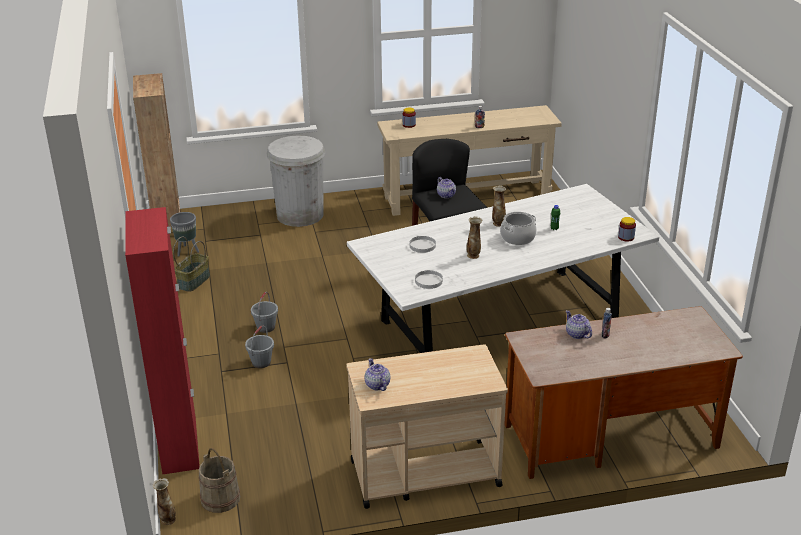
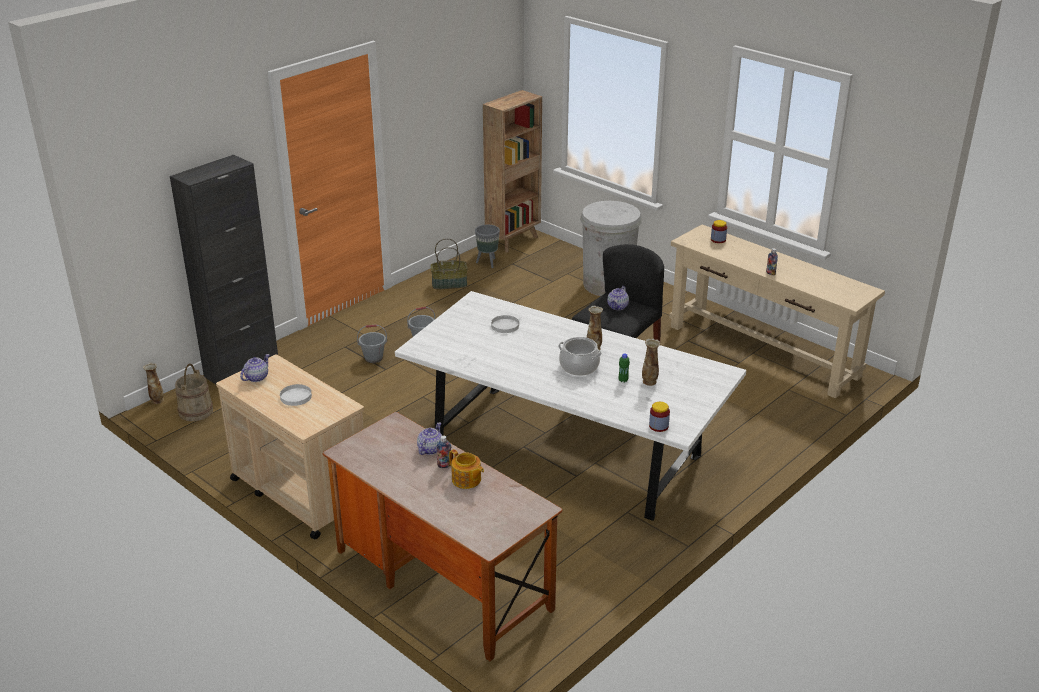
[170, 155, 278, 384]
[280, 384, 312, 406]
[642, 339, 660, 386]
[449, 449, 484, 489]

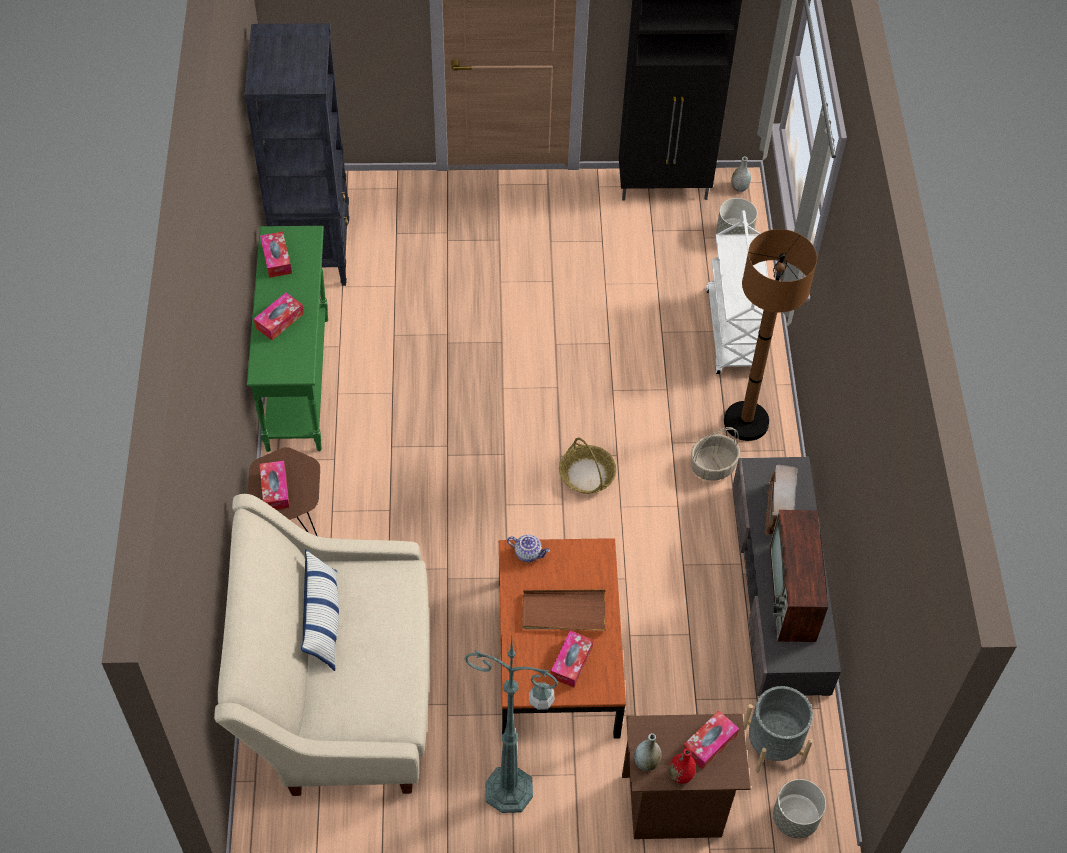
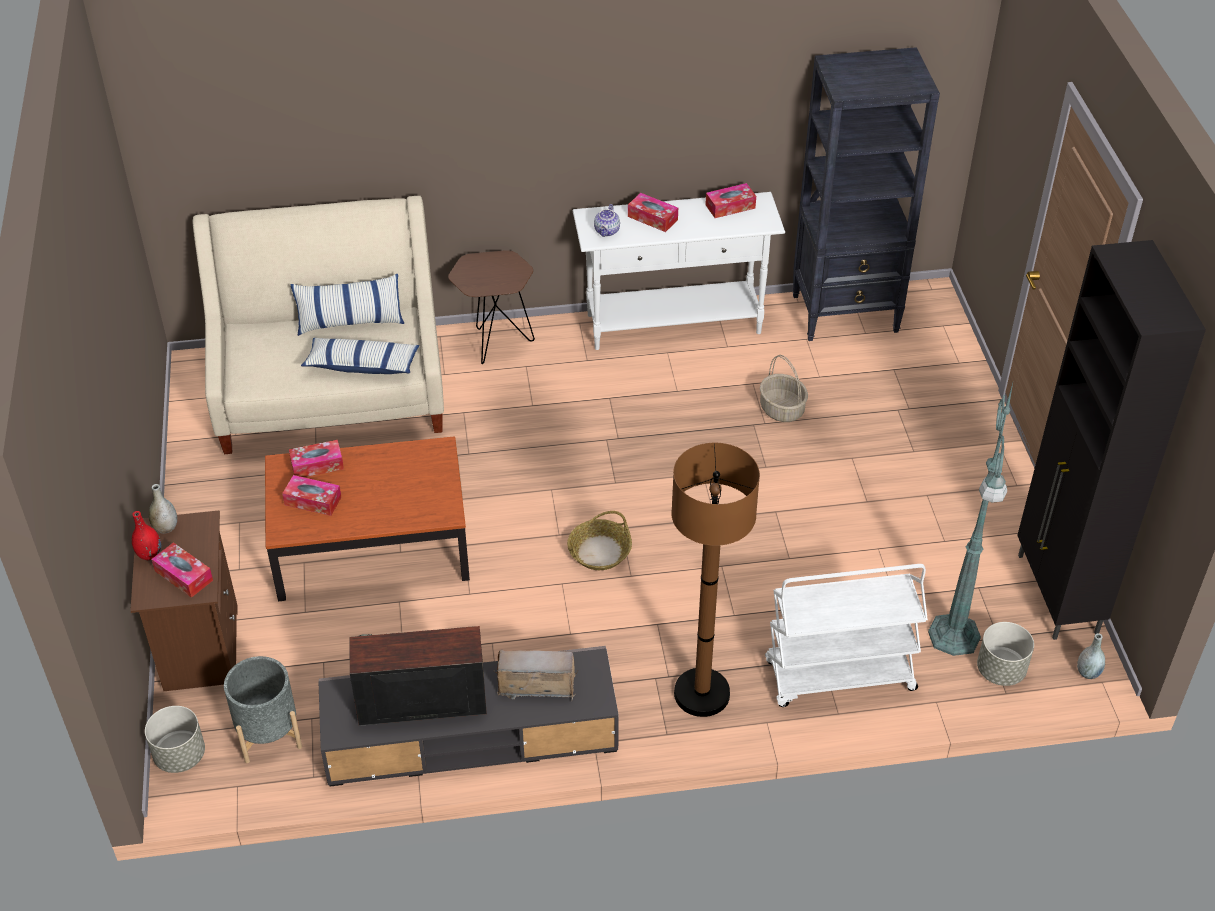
[573, 192, 785, 350]
[289, 440, 344, 477]
[928, 383, 1013, 656]
[594, 204, 620, 237]
[522, 589, 606, 631] (first image)
[760, 355, 808, 422]
[301, 338, 419, 374]

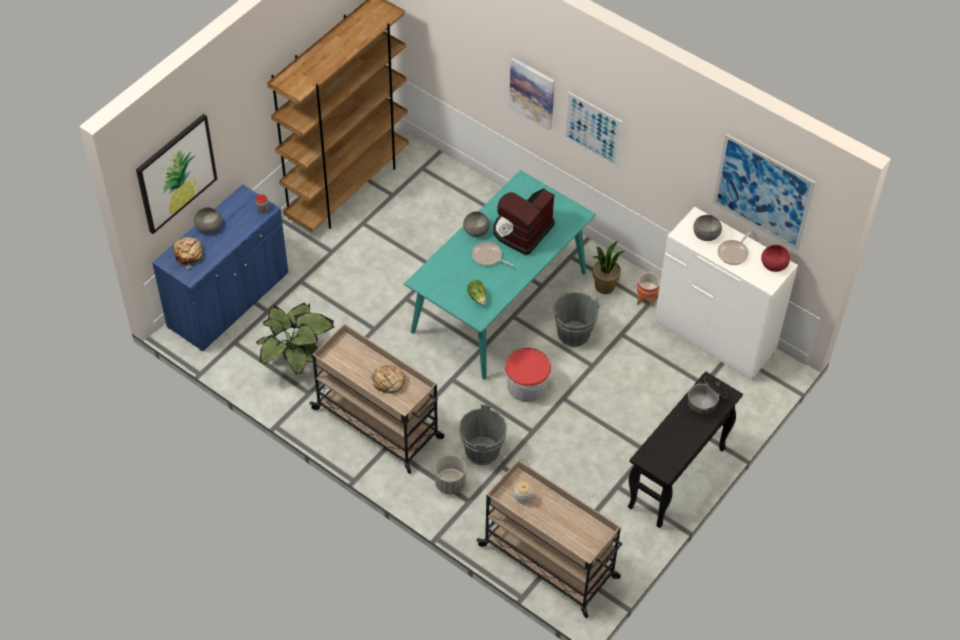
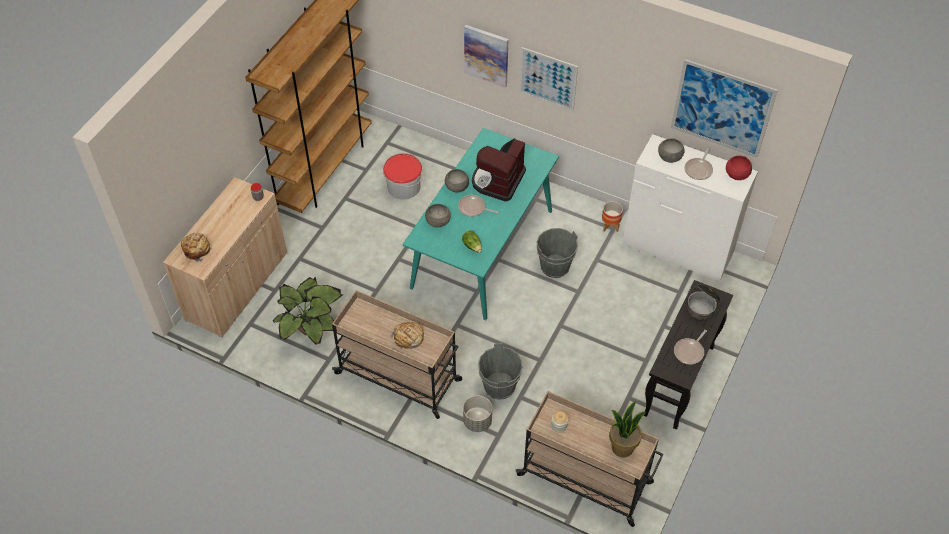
[136, 114, 217, 234] (first image)
[163, 177, 287, 337]
[425, 204, 451, 227]
[383, 153, 422, 200]
[609, 401, 647, 457]
[674, 330, 707, 365]

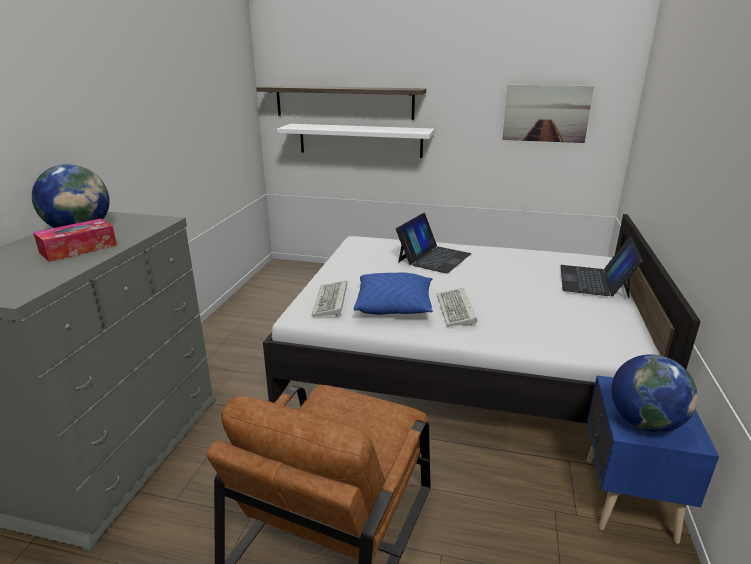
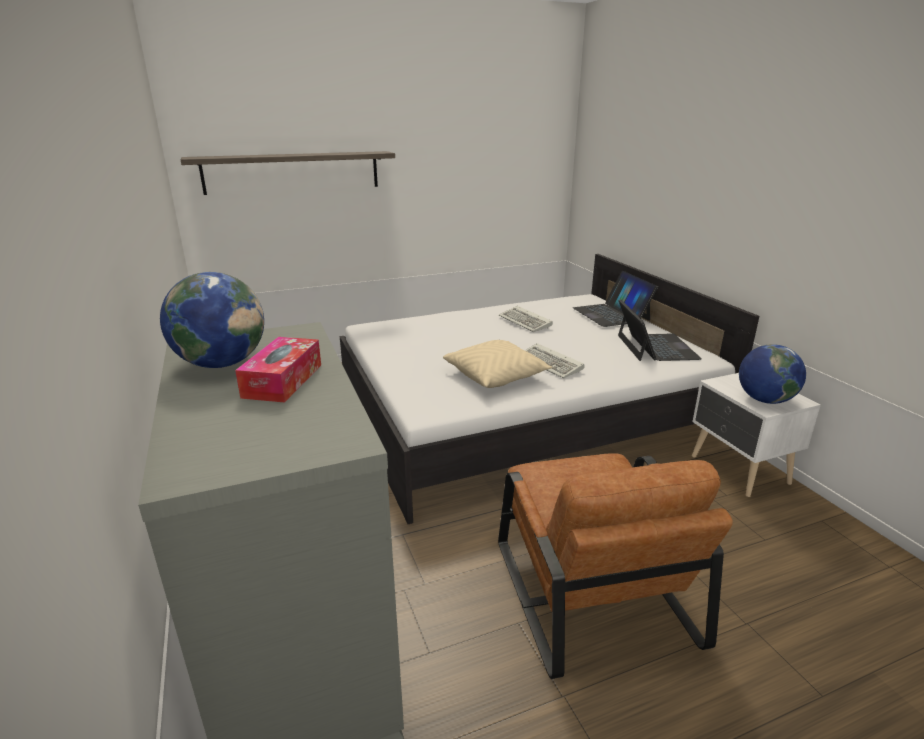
[277, 124, 435, 158] (first image)
[499, 306, 553, 332]
[443, 340, 553, 388]
[618, 299, 702, 361]
[502, 84, 594, 143] (first image)
[692, 373, 821, 497]

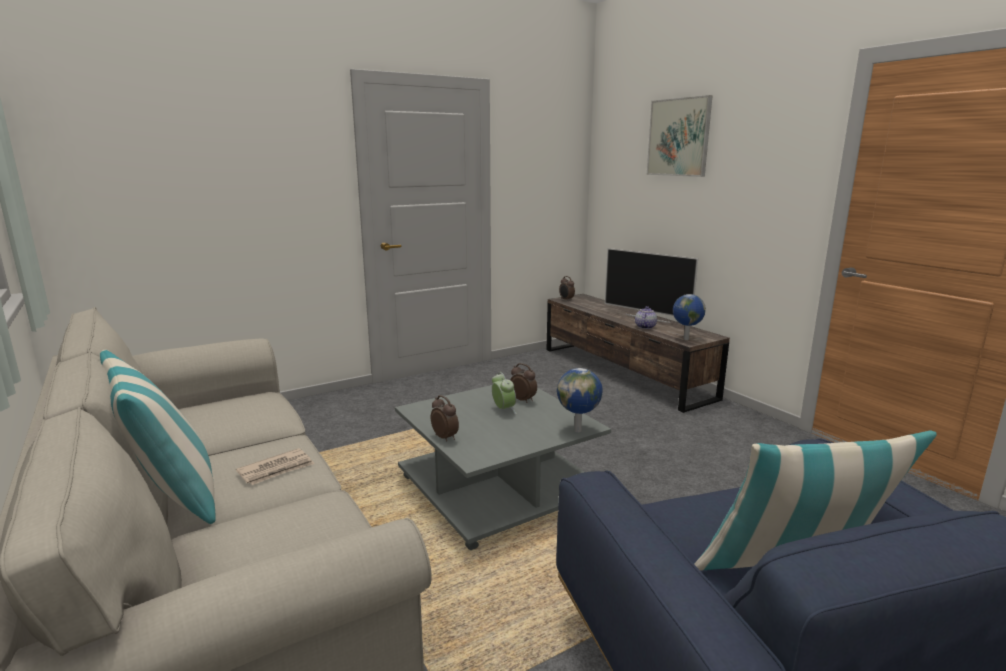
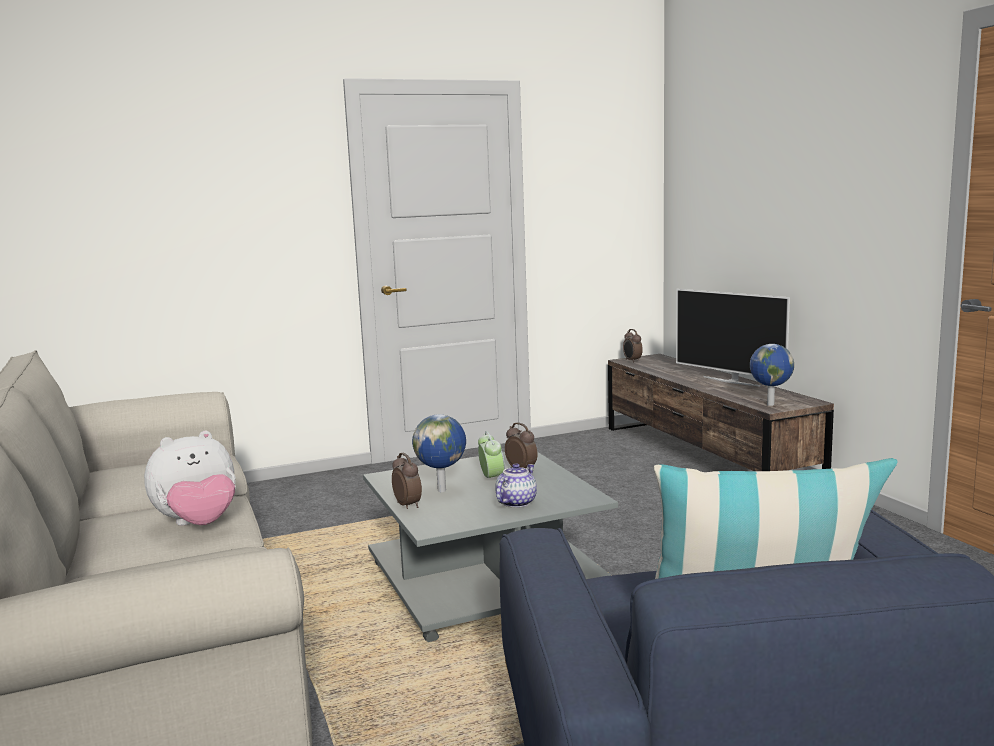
[100, 350, 216, 524] (first image)
[144, 430, 236, 526]
[412, 414, 466, 492]
[495, 463, 537, 508]
[647, 95, 713, 177] (first image)

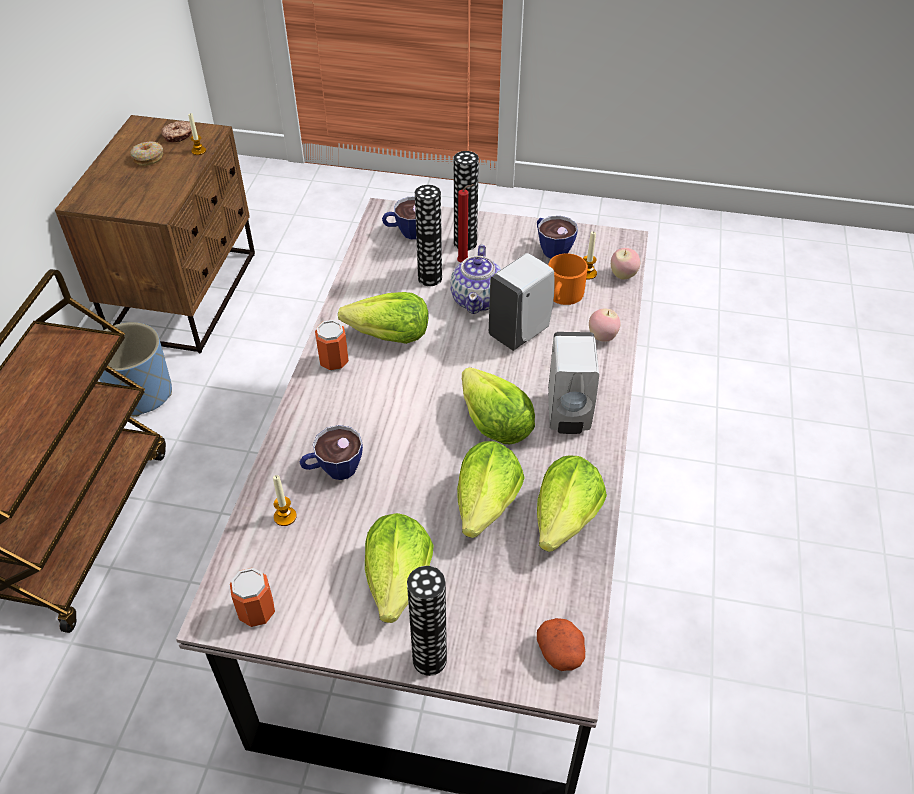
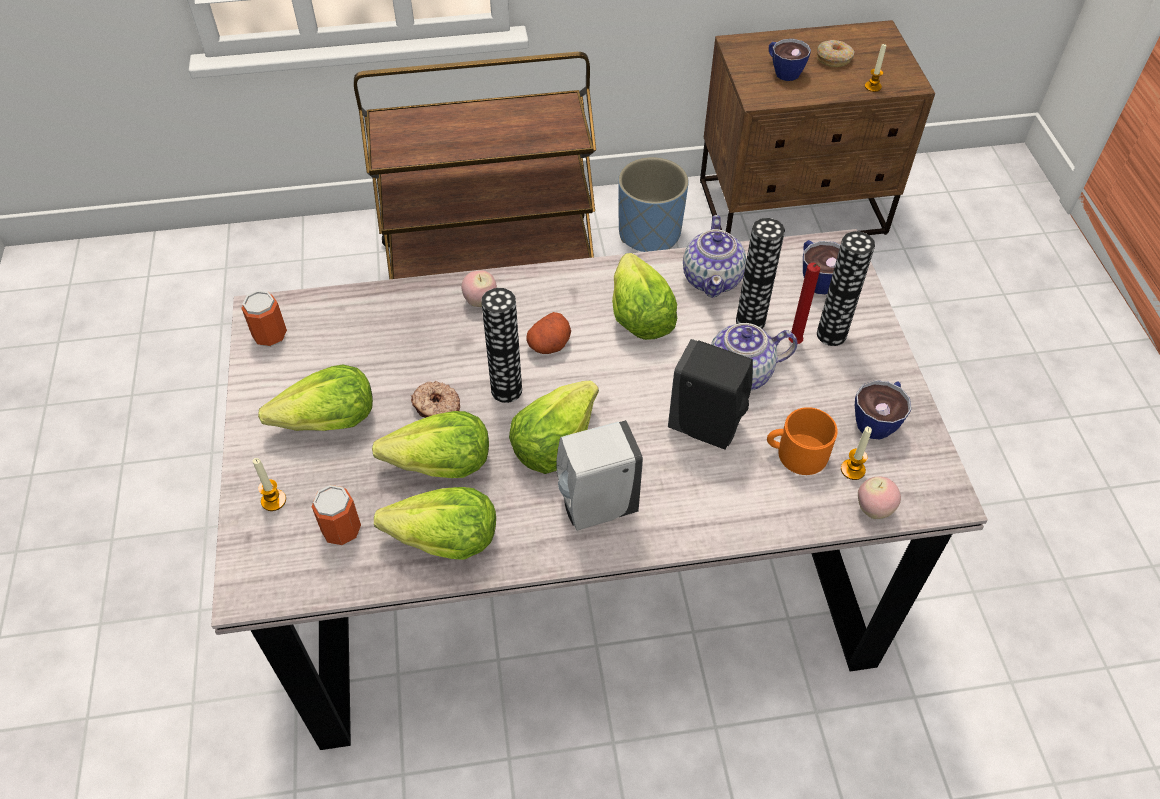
[411, 381, 460, 418]
[253, 458, 286, 511]
[769, 39, 811, 81]
[311, 485, 361, 545]
[481, 288, 522, 403]
[668, 339, 753, 450]
[526, 312, 571, 354]
[461, 271, 497, 307]
[683, 215, 747, 298]

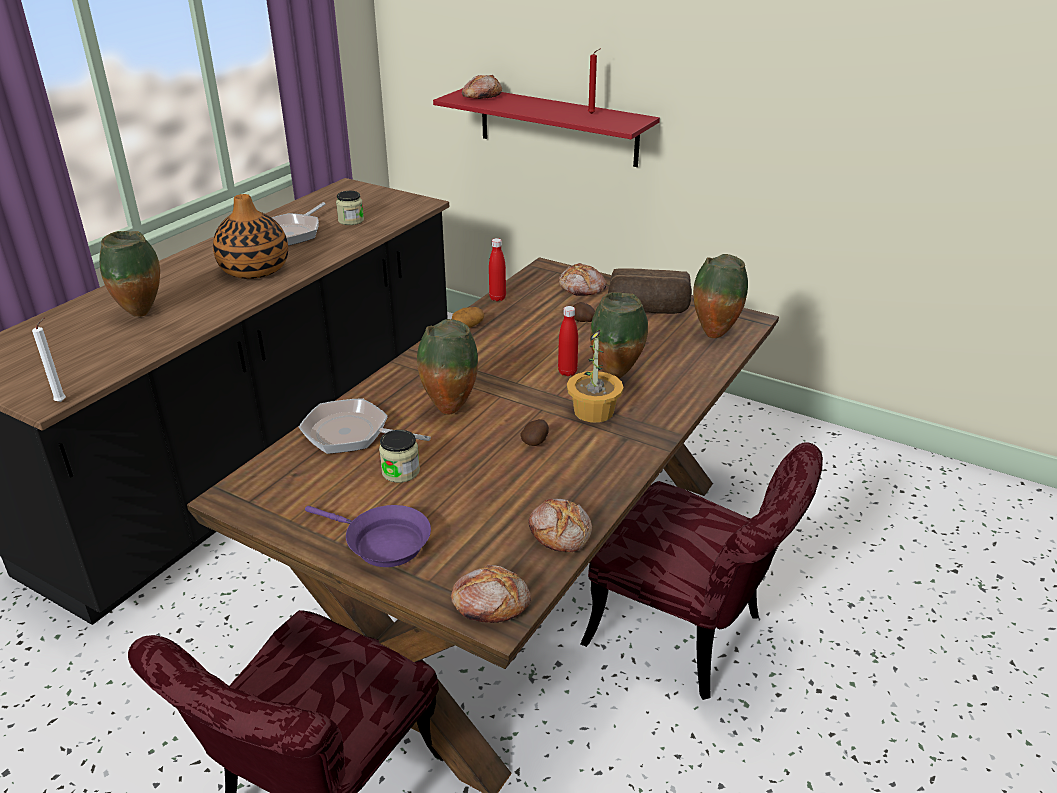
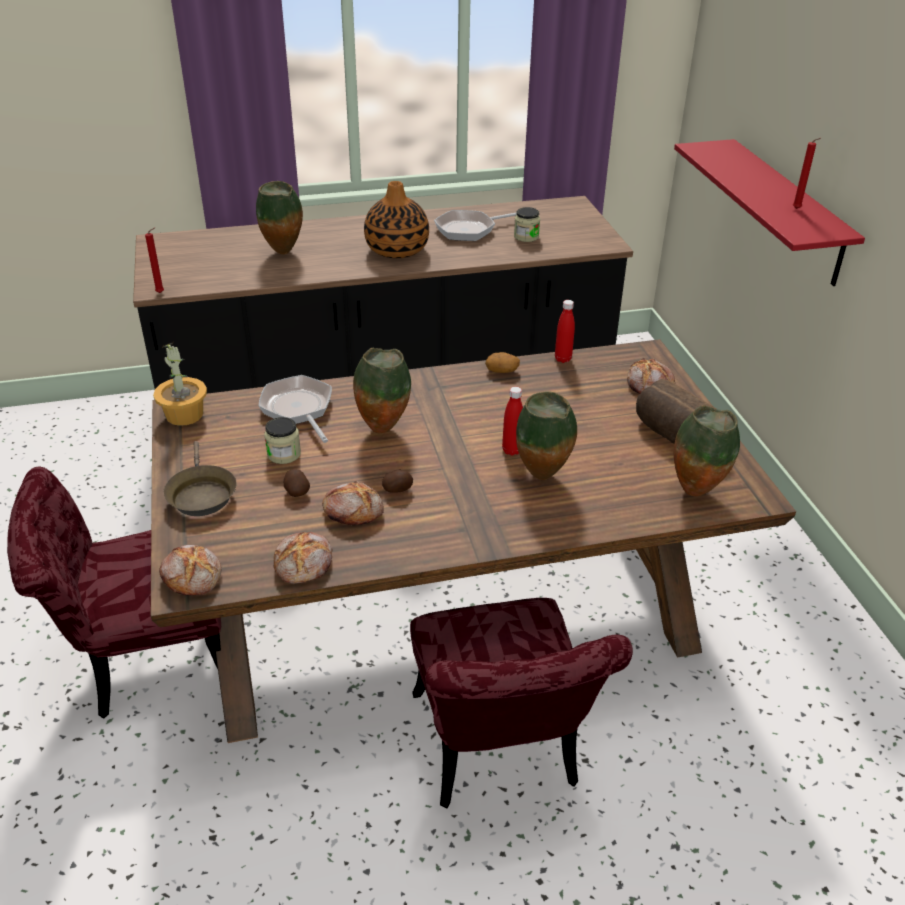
[145, 227, 164, 293]
[164, 441, 237, 516]
[322, 481, 384, 525]
[153, 342, 207, 426]
[284, 469, 310, 497]

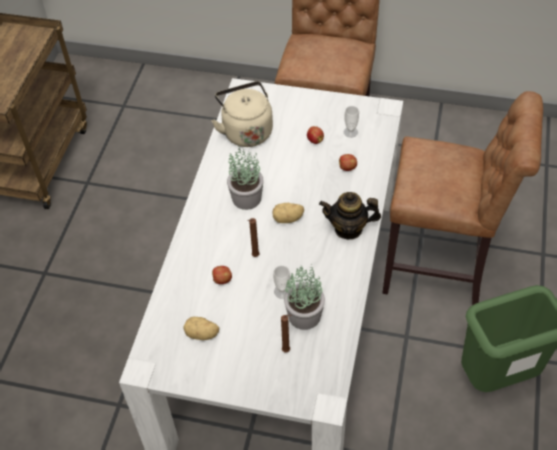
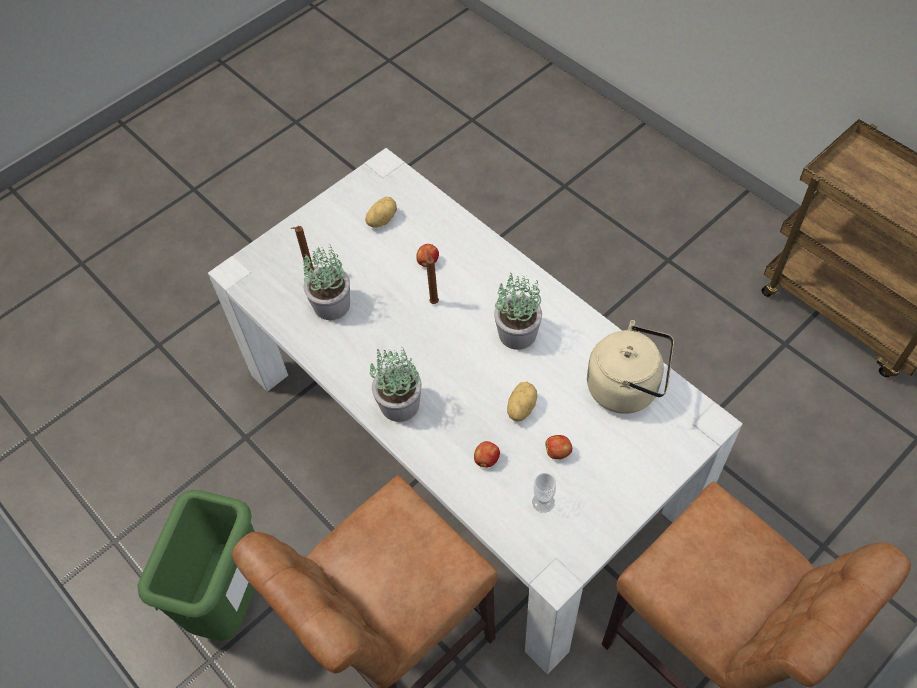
[507, 382, 537, 421]
[273, 266, 290, 299] (first image)
[369, 347, 422, 422]

